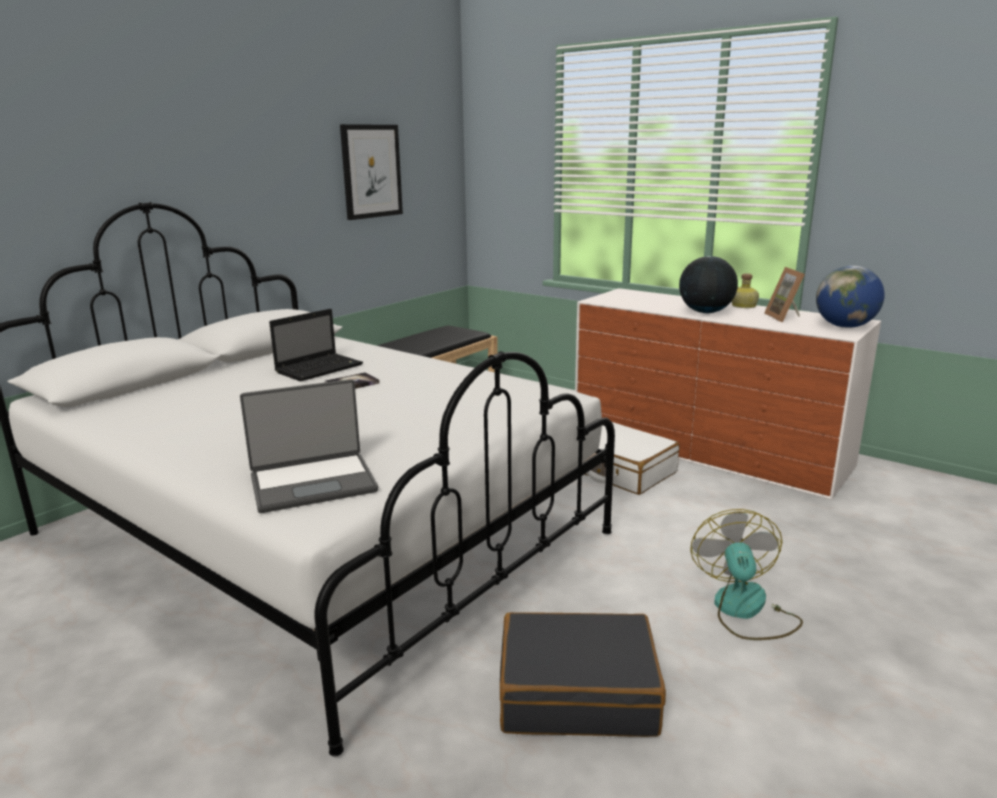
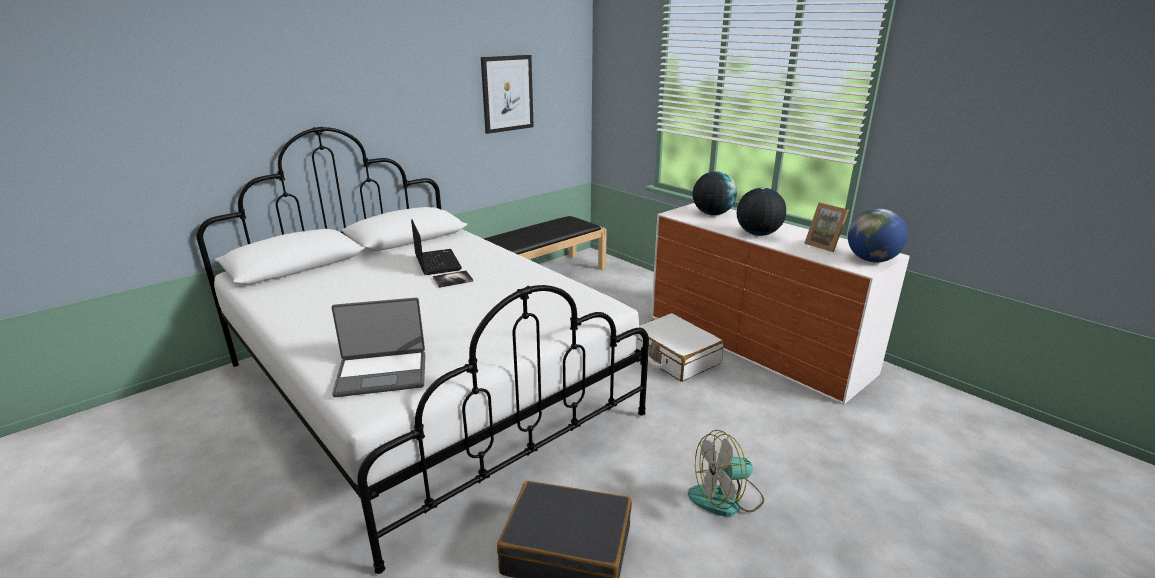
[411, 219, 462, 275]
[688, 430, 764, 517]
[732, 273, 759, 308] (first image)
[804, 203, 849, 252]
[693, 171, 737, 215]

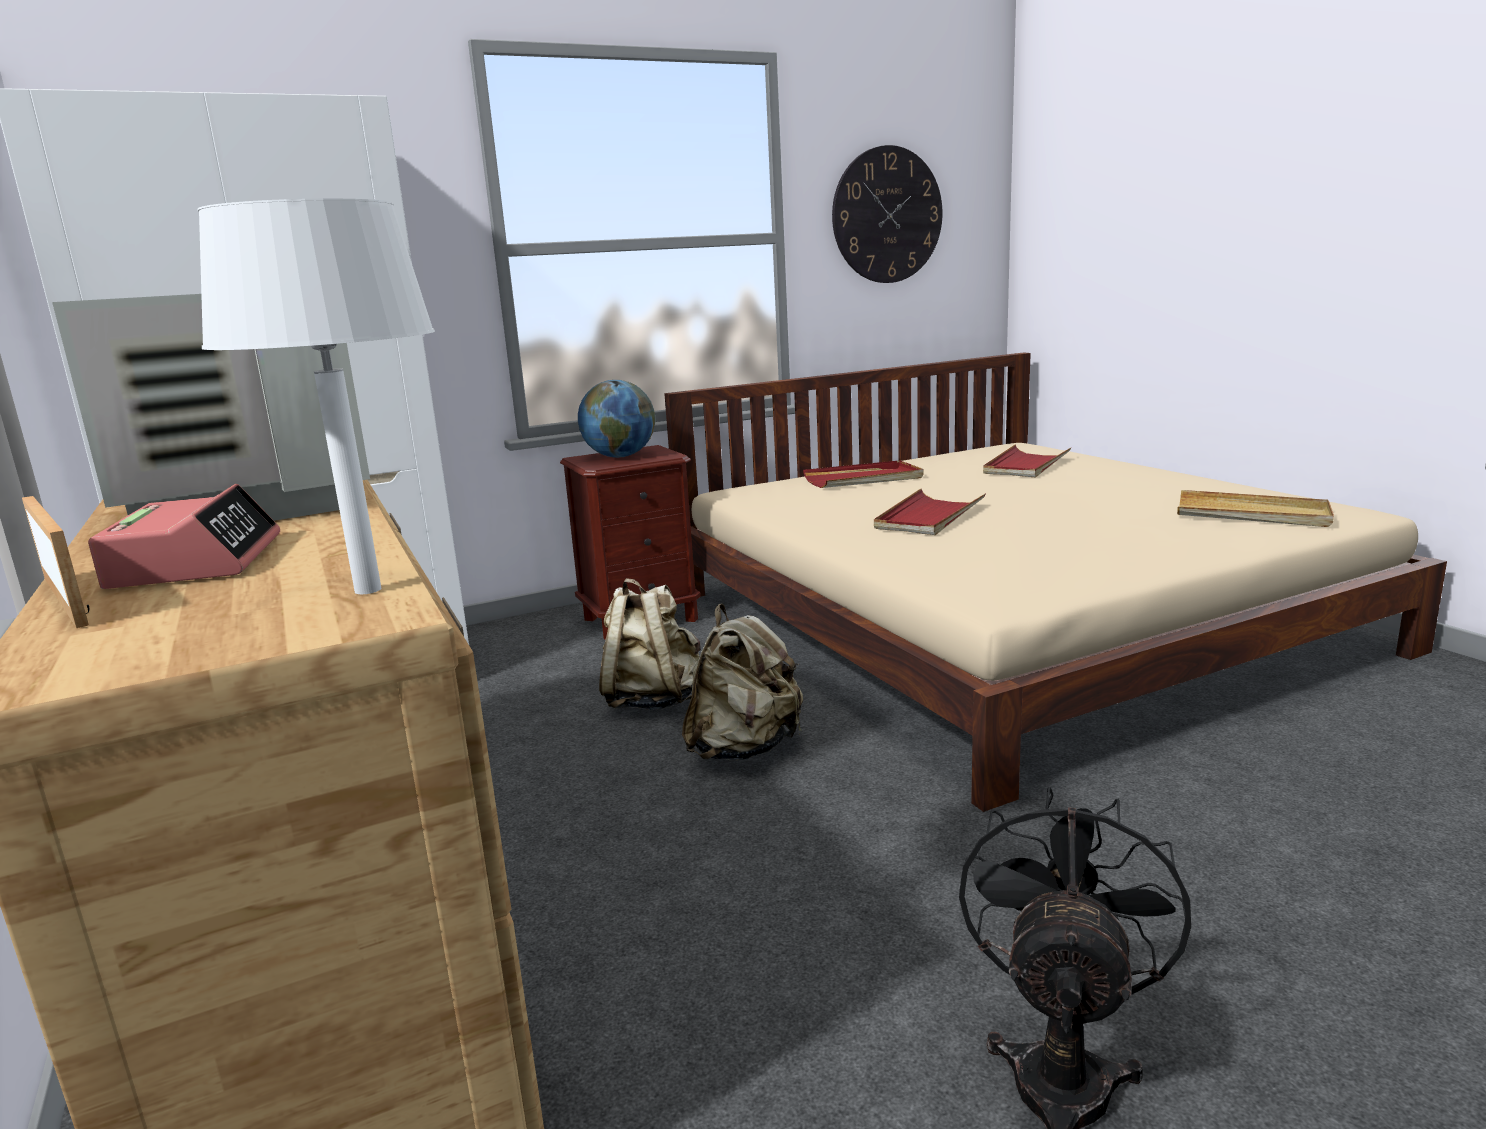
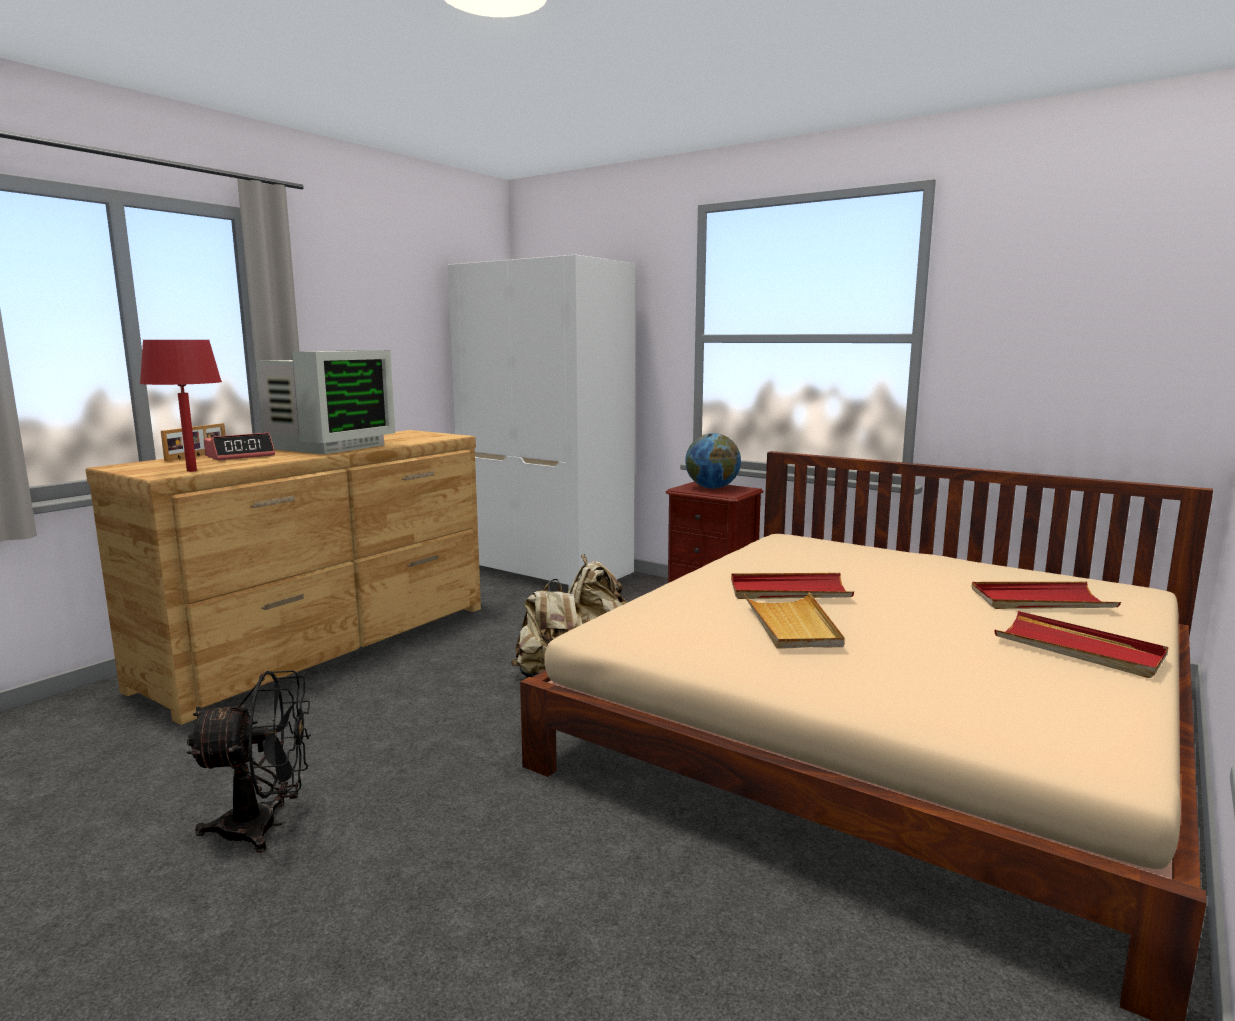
[140, 340, 222, 472]
[995, 611, 1168, 678]
[832, 145, 942, 283] (first image)
[743, 592, 845, 649]

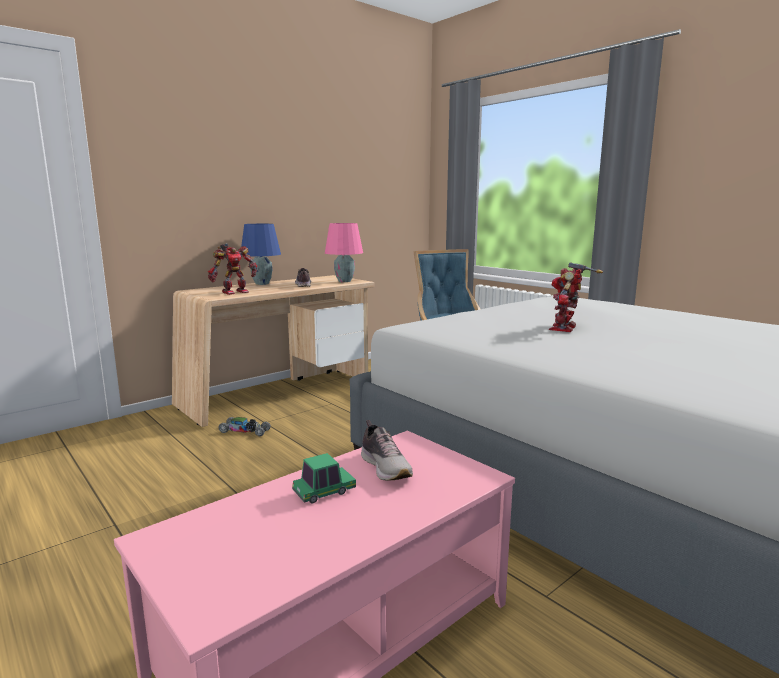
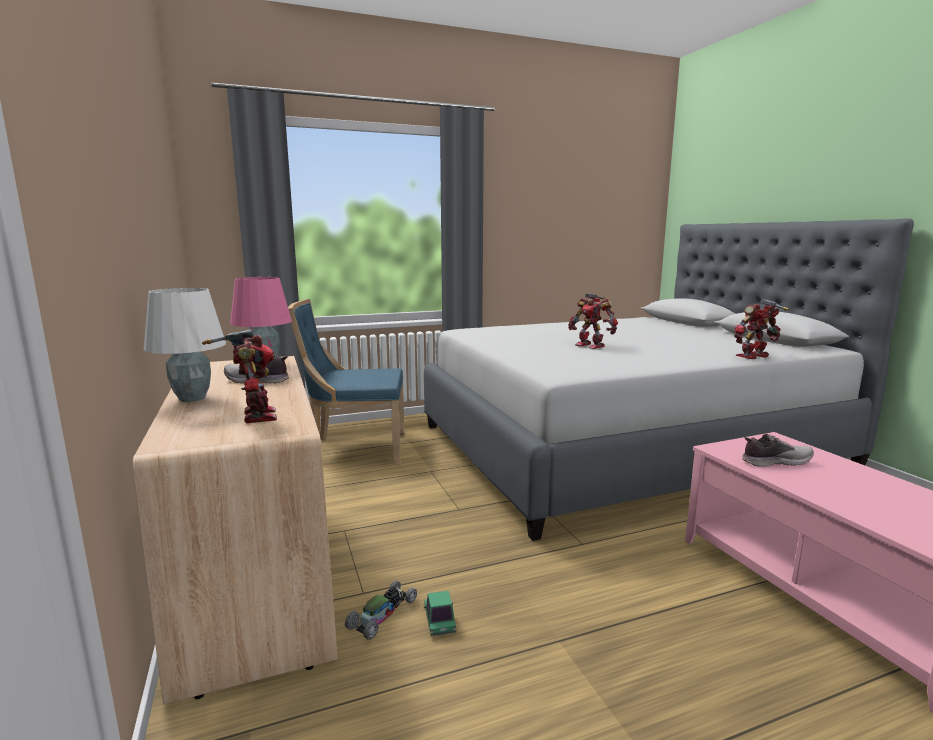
[144, 288, 226, 402]
[424, 591, 456, 636]
[734, 299, 789, 359]

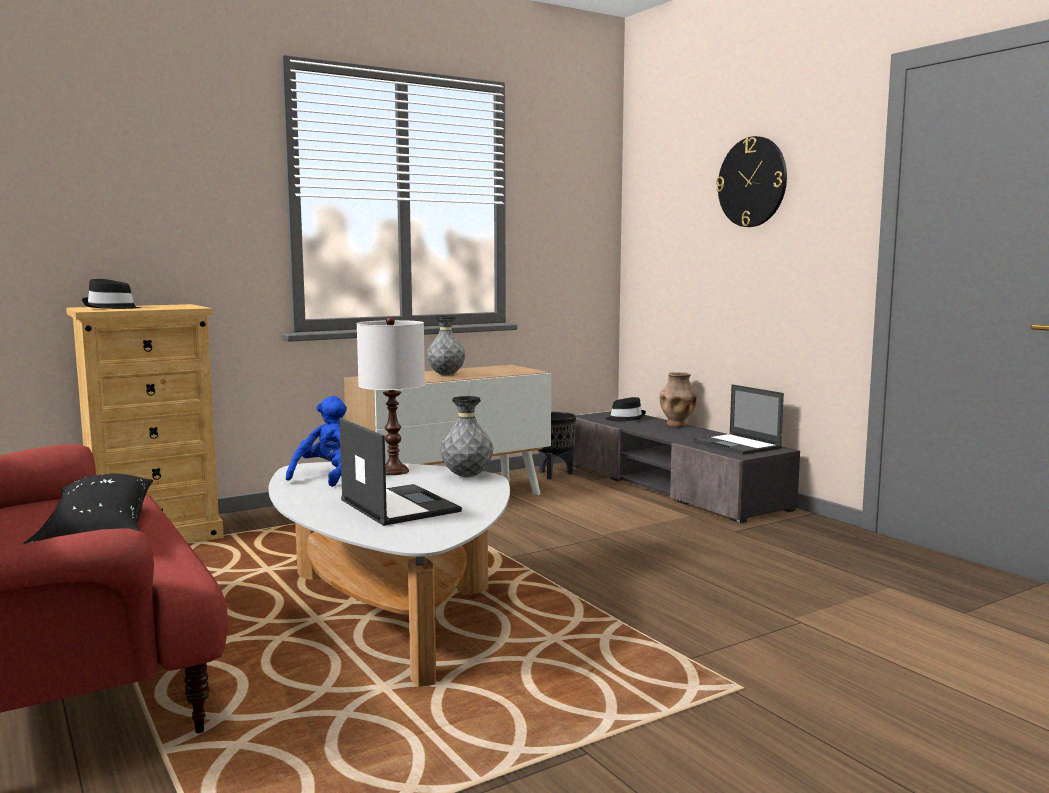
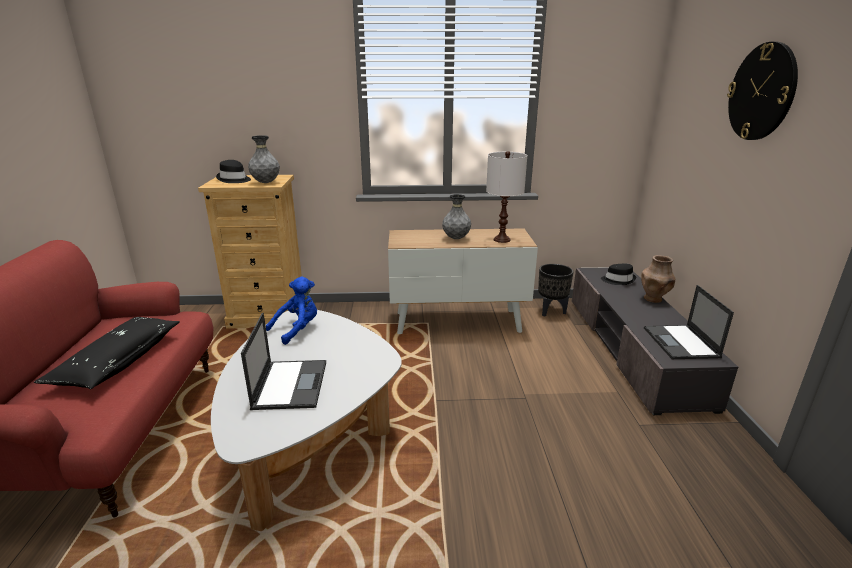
[486, 151, 527, 243]
[248, 135, 280, 183]

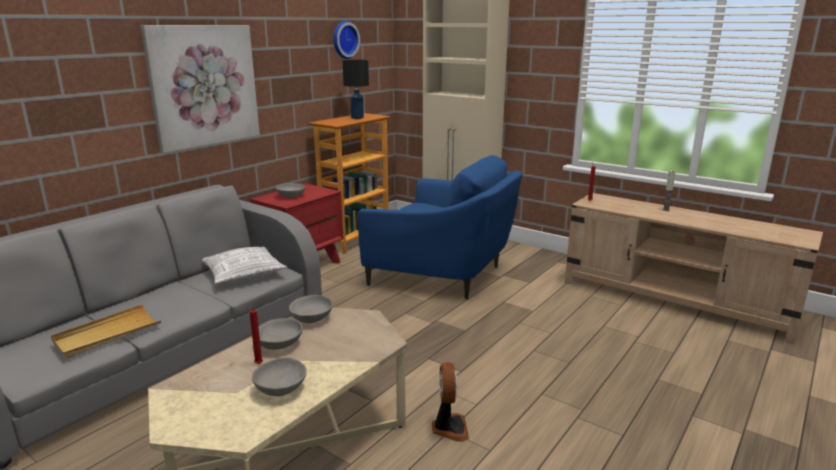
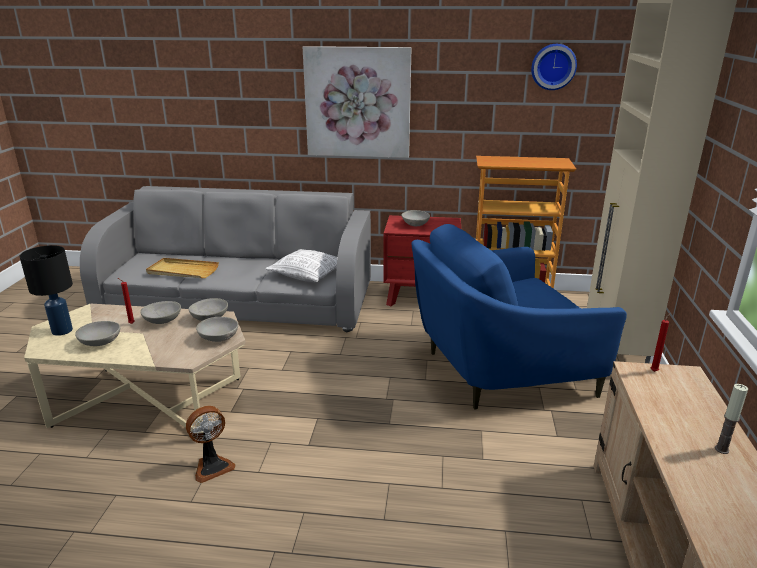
[20, 245, 73, 336]
[411, 224, 627, 410]
[196, 317, 238, 342]

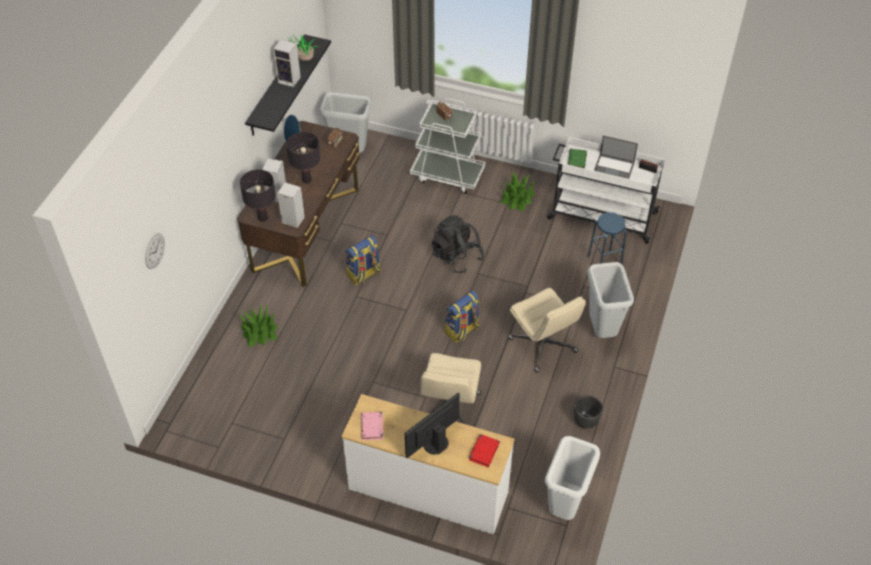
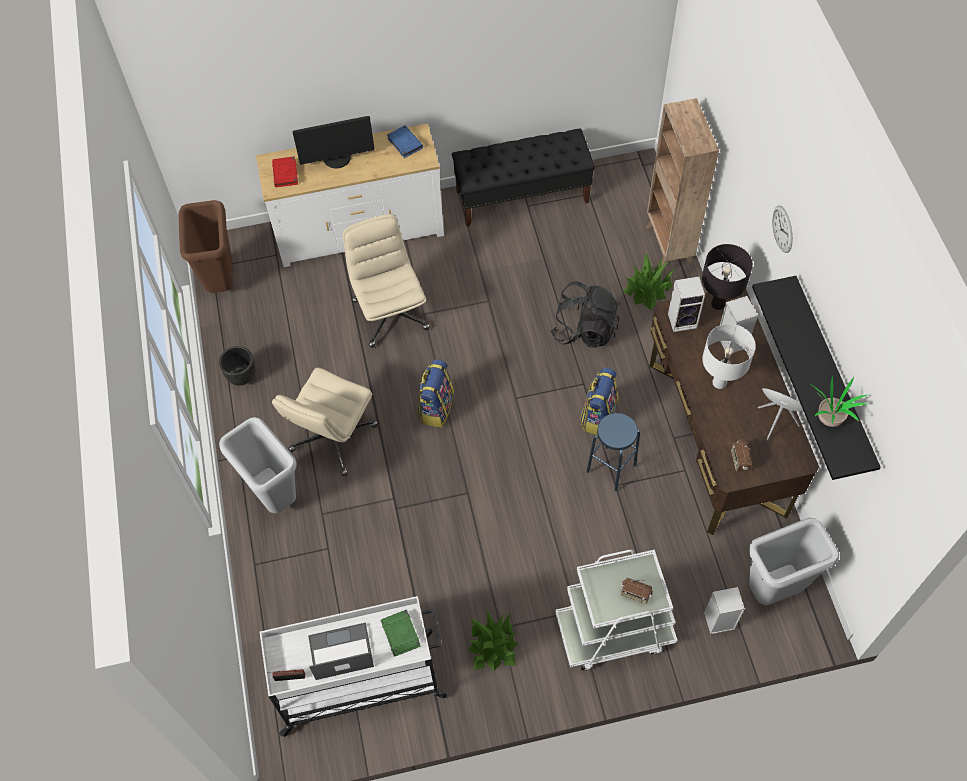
[772, 205, 793, 253]
[704, 587, 745, 634]
[702, 324, 756, 389]
[387, 125, 423, 158]
[292, 116, 375, 169]
[550, 281, 619, 348]
[272, 368, 378, 476]
[179, 200, 233, 293]
[587, 413, 640, 491]
[452, 128, 595, 227]
[645, 98, 719, 266]

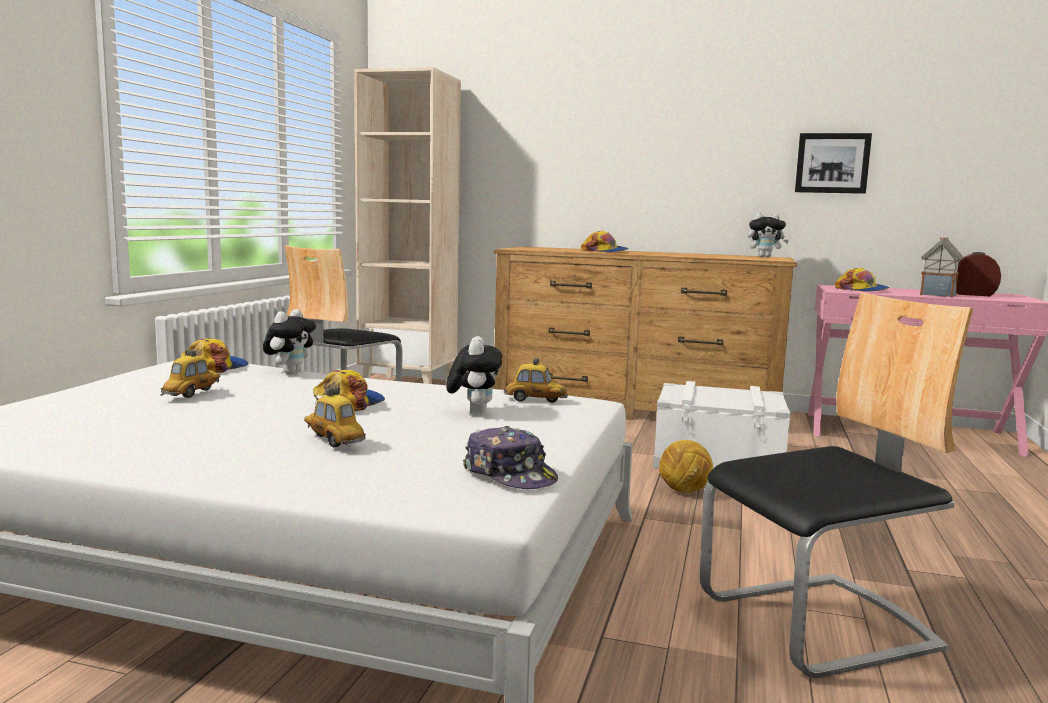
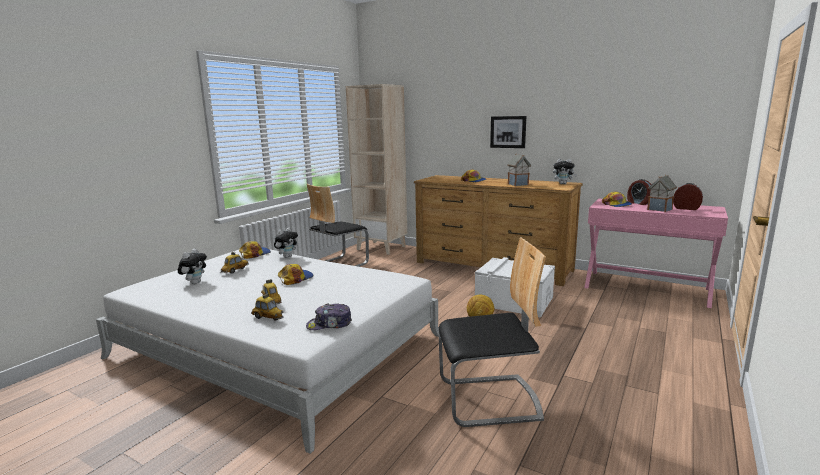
[178, 248, 207, 284]
[306, 303, 352, 330]
[251, 294, 283, 321]
[490, 116, 526, 148]
[507, 154, 531, 186]
[627, 179, 651, 205]

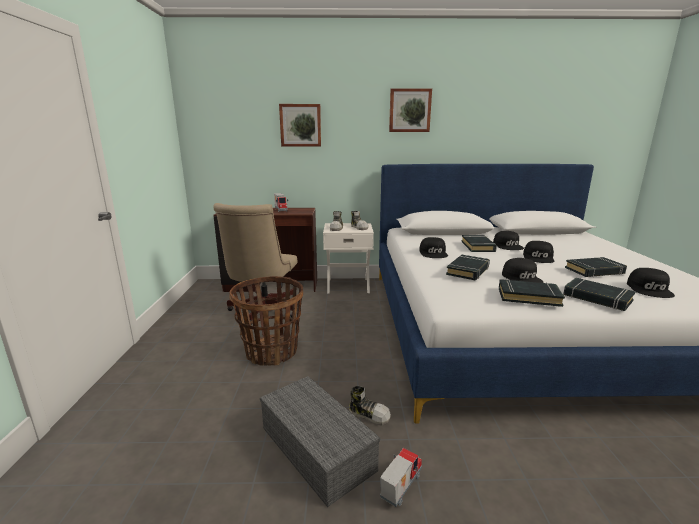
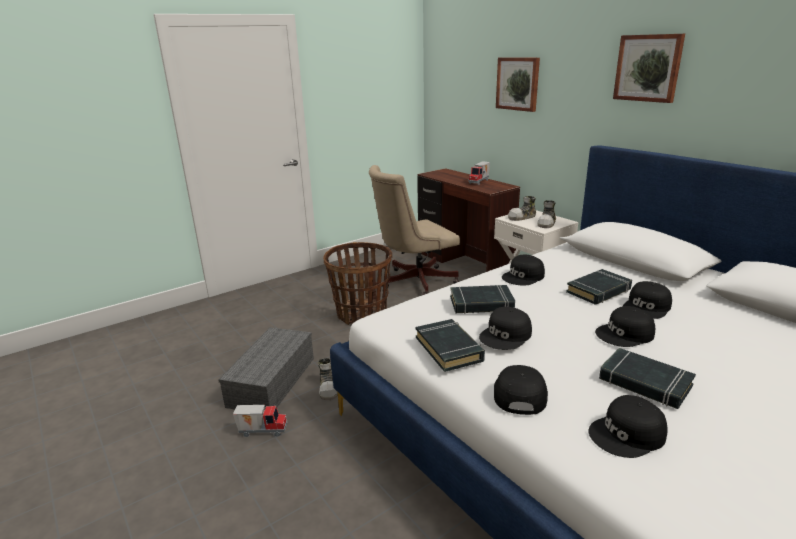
[494, 365, 548, 415]

